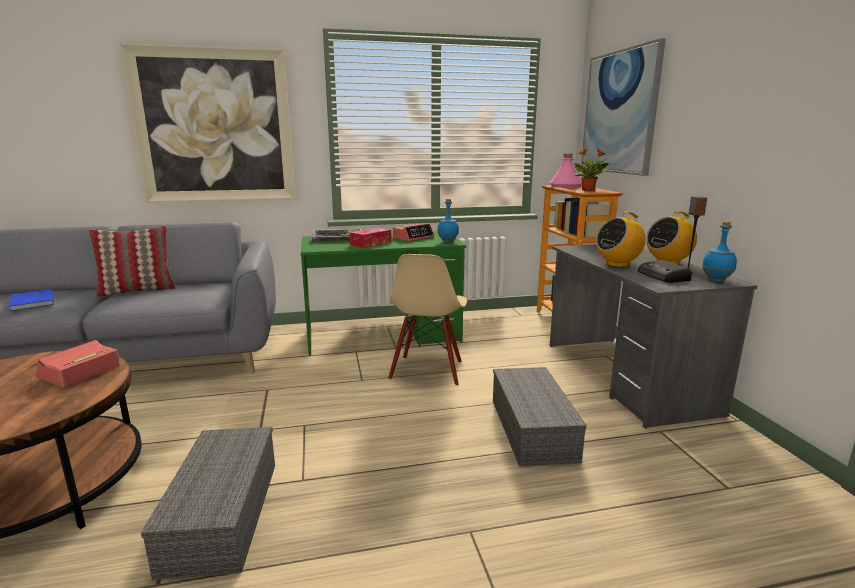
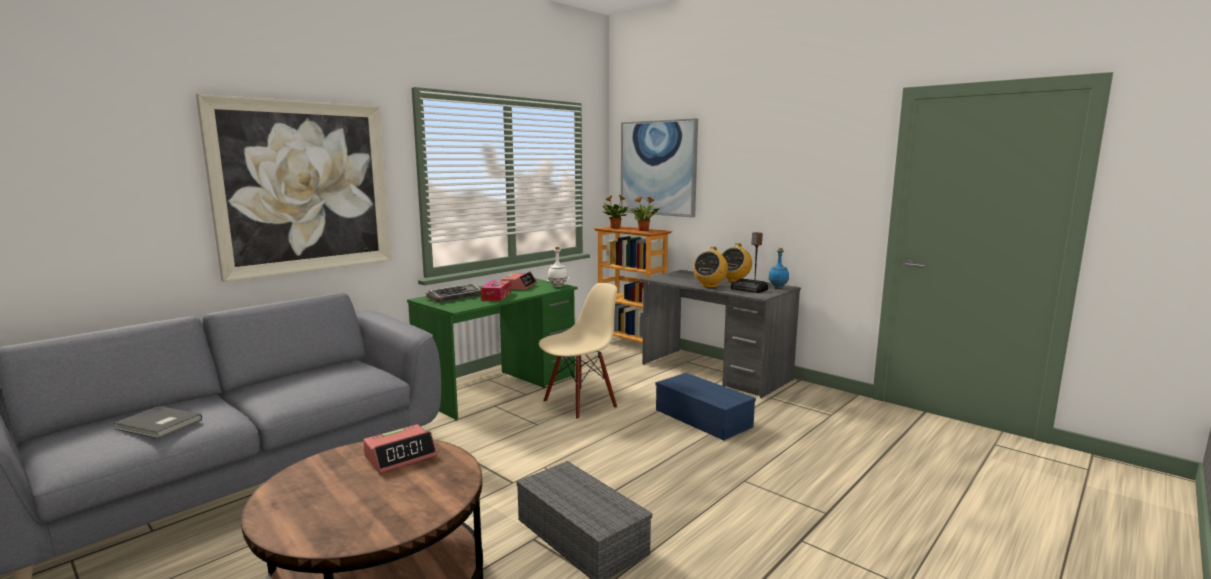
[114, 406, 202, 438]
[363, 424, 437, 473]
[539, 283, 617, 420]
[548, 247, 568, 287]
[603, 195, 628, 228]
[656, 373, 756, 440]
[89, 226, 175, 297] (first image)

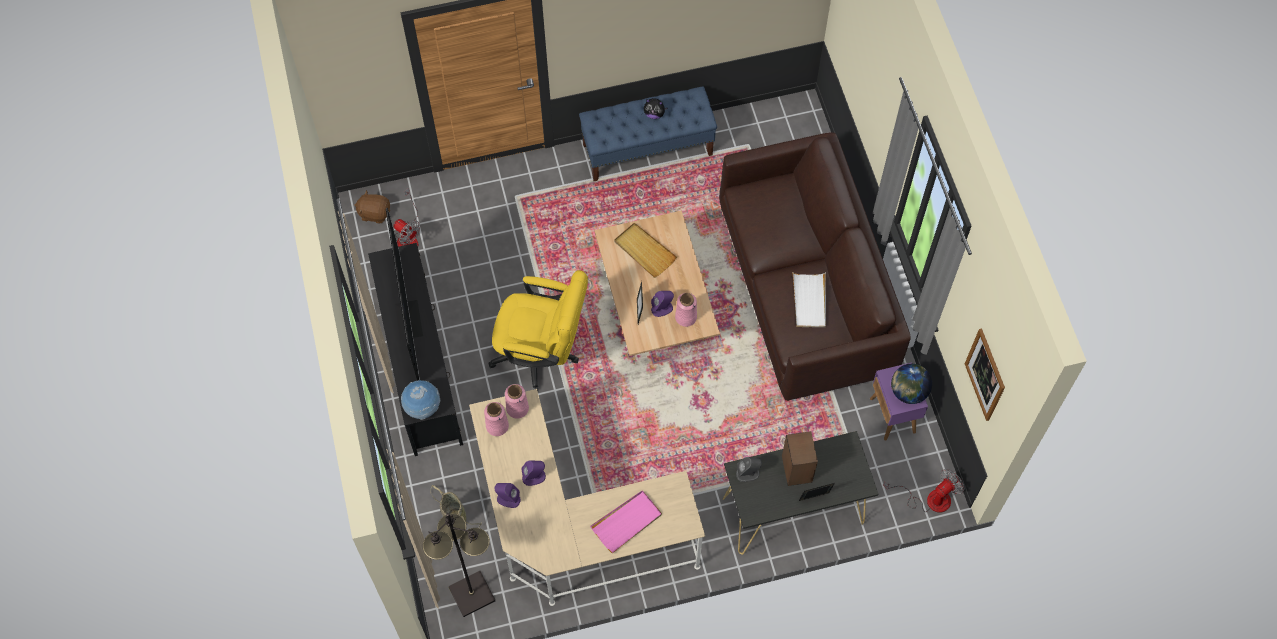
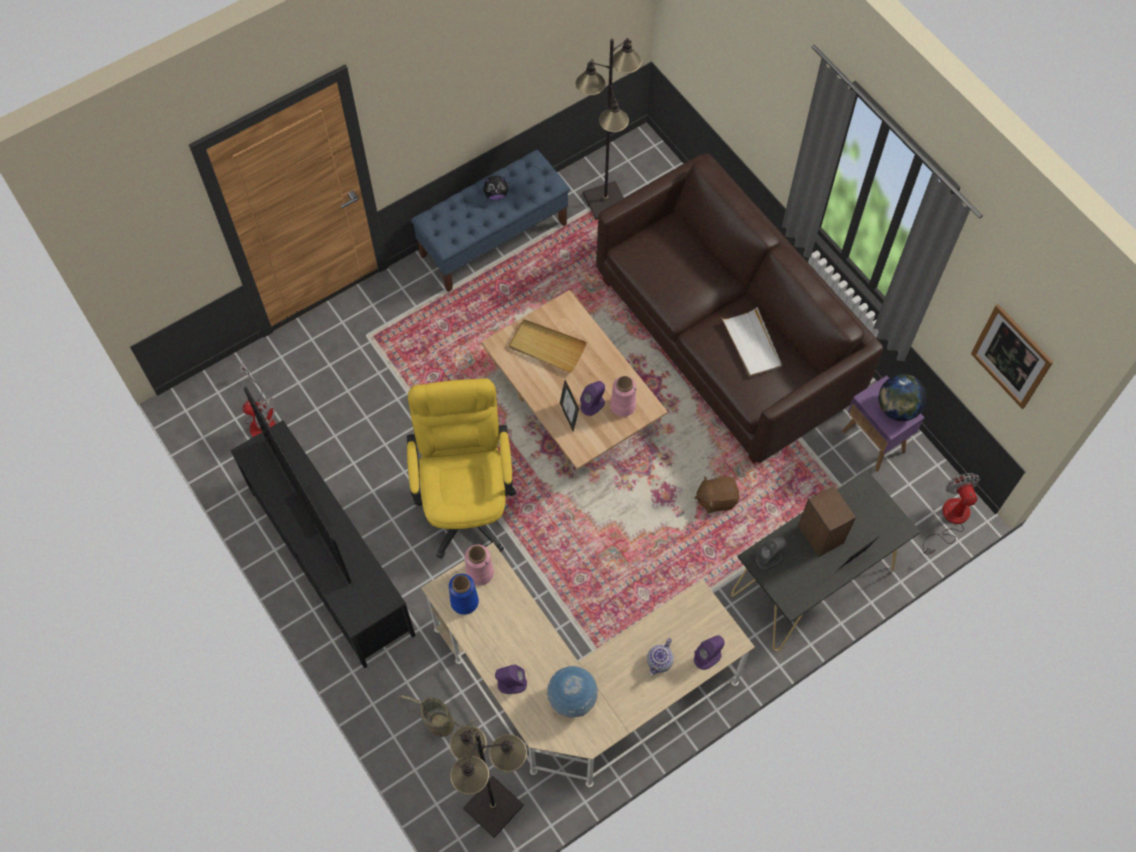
[407, 378, 516, 559]
[449, 574, 479, 615]
[546, 666, 598, 718]
[575, 38, 642, 220]
[647, 638, 674, 676]
[694, 476, 739, 513]
[694, 635, 725, 670]
[923, 473, 980, 555]

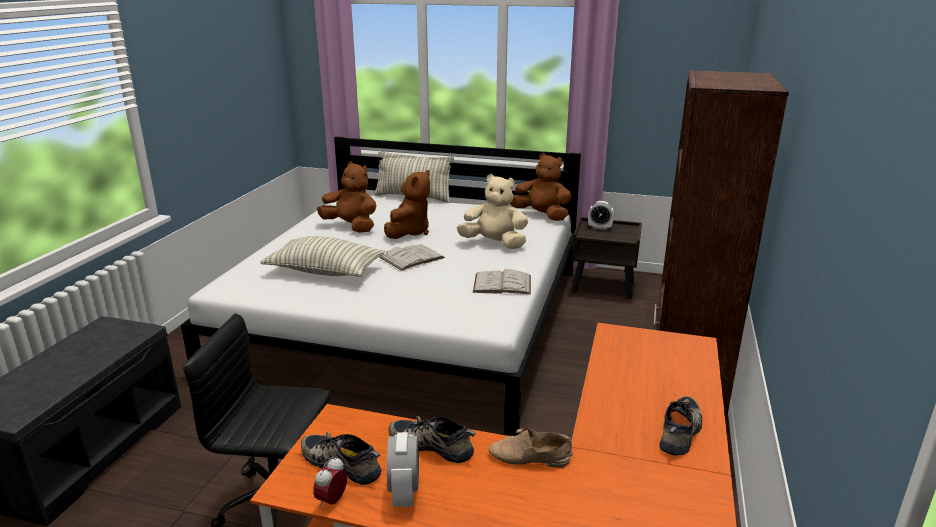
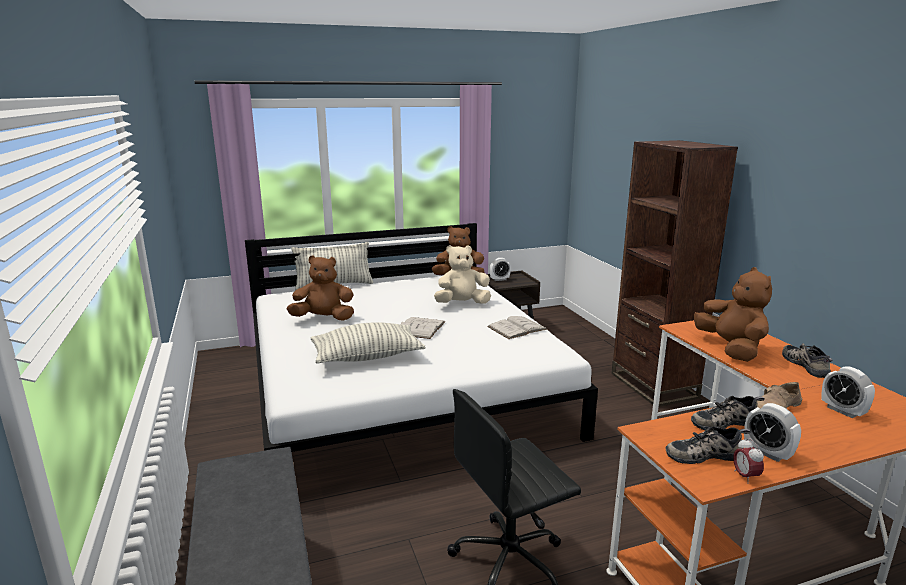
[694, 267, 772, 362]
[821, 367, 875, 418]

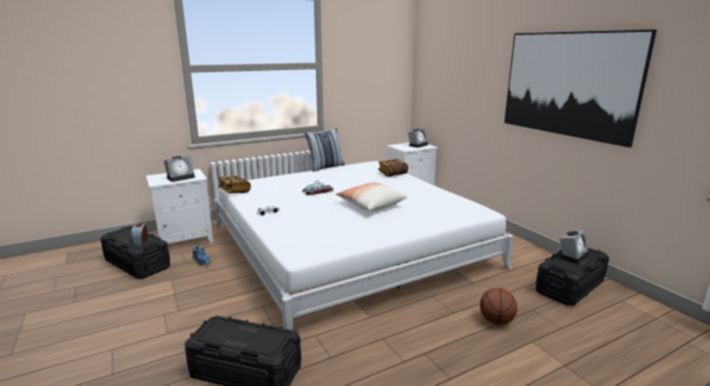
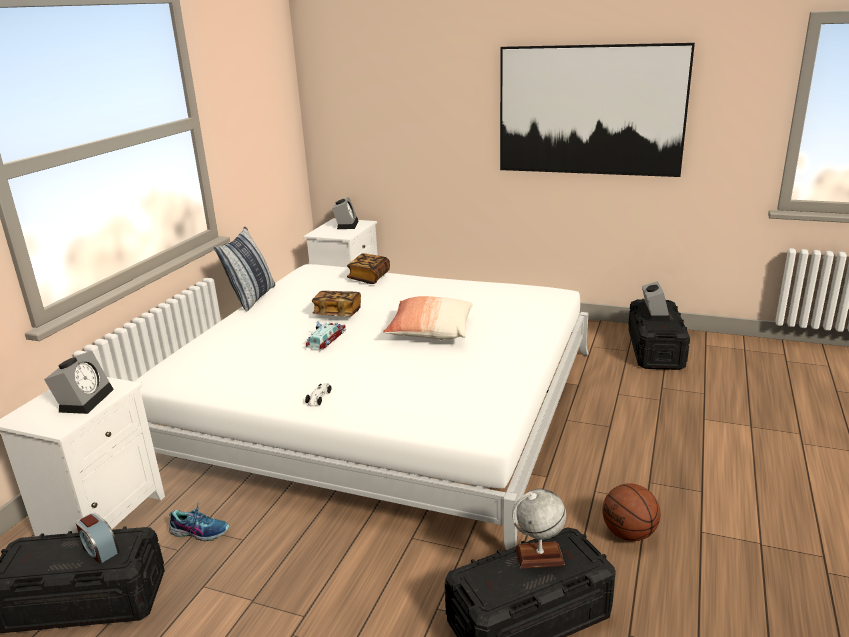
[312, 291, 361, 317]
[512, 489, 566, 569]
[602, 483, 661, 541]

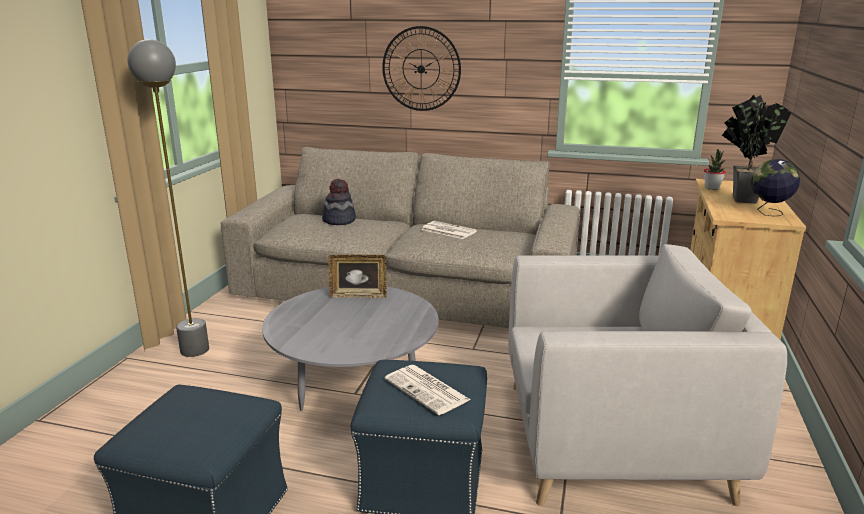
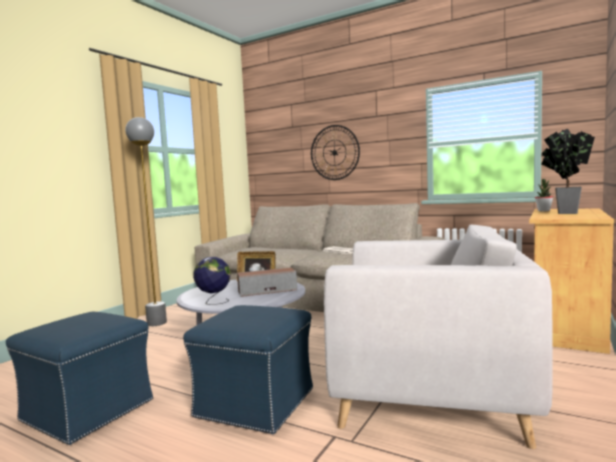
[193, 257, 231, 305]
[237, 267, 297, 297]
[322, 179, 356, 225] (first image)
[385, 365, 471, 415] (first image)

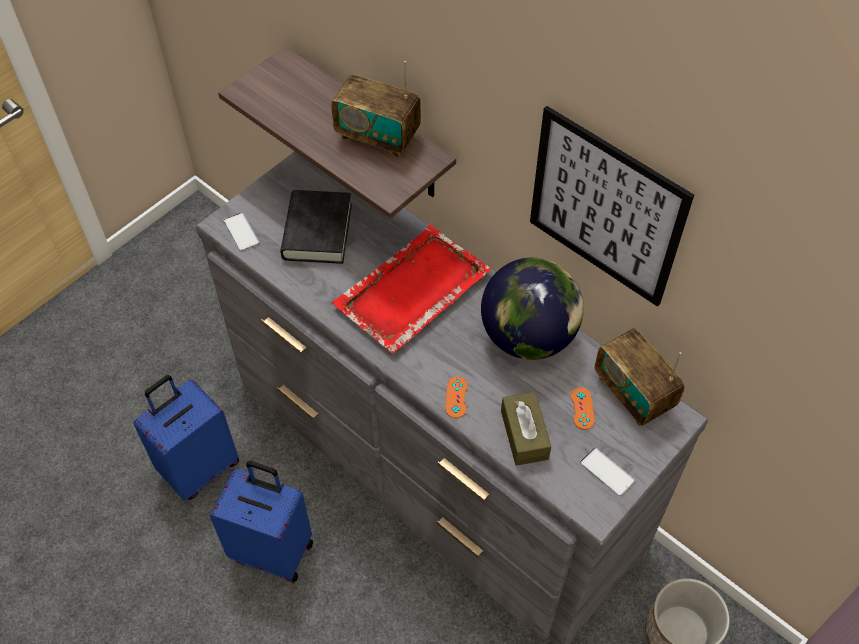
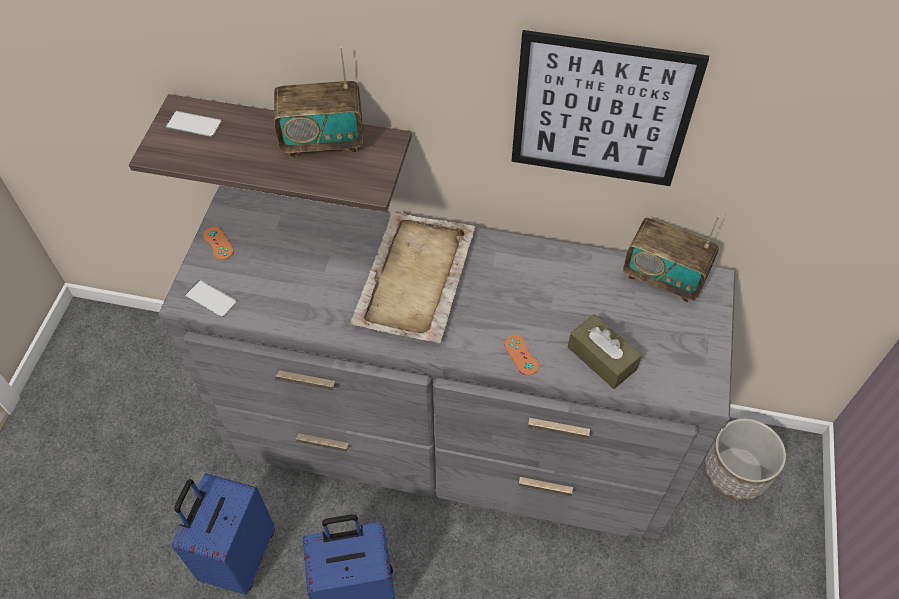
[165, 111, 222, 137]
[203, 227, 234, 260]
[350, 211, 475, 343]
[280, 190, 352, 264] (first image)
[481, 257, 584, 360] (first image)

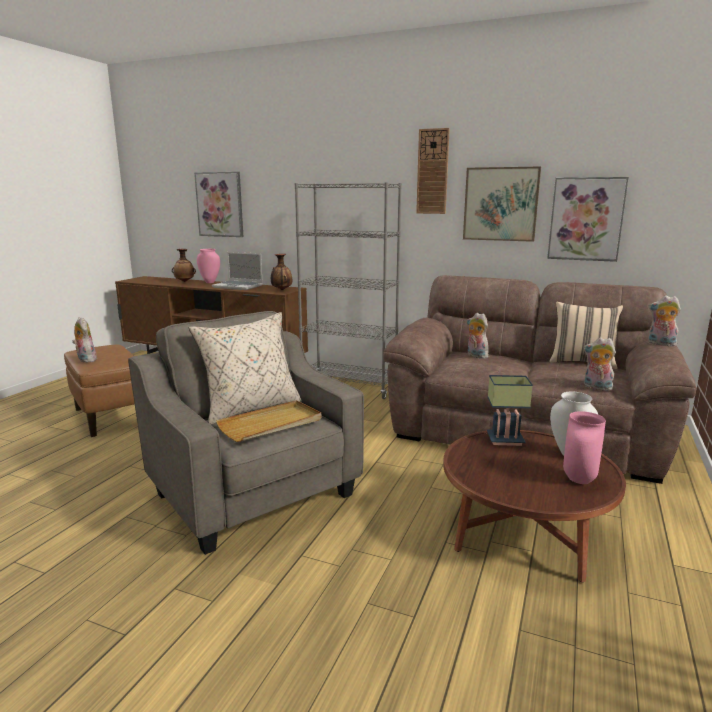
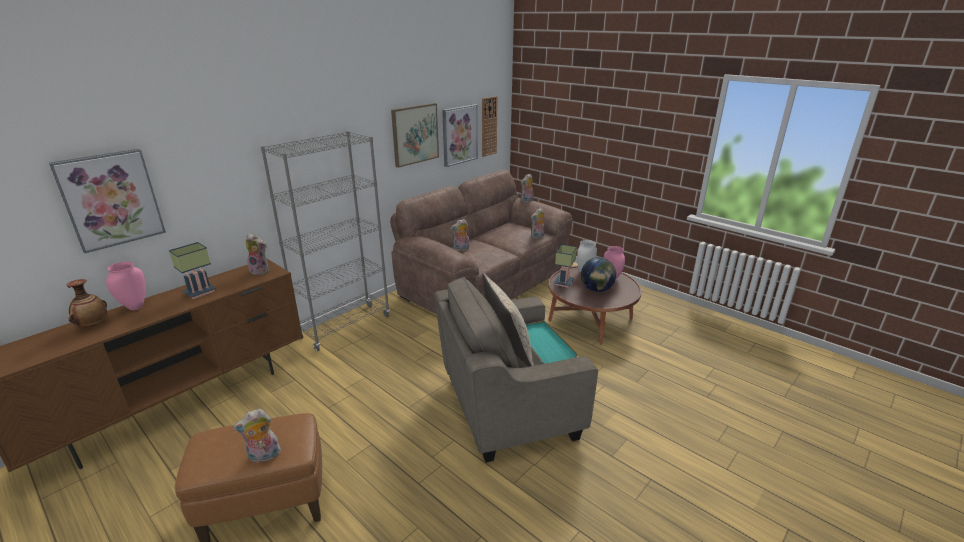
[169, 242, 216, 299]
[246, 234, 269, 275]
[482, 96, 498, 157]
[526, 320, 578, 364]
[581, 257, 616, 292]
[549, 302, 623, 369] (first image)

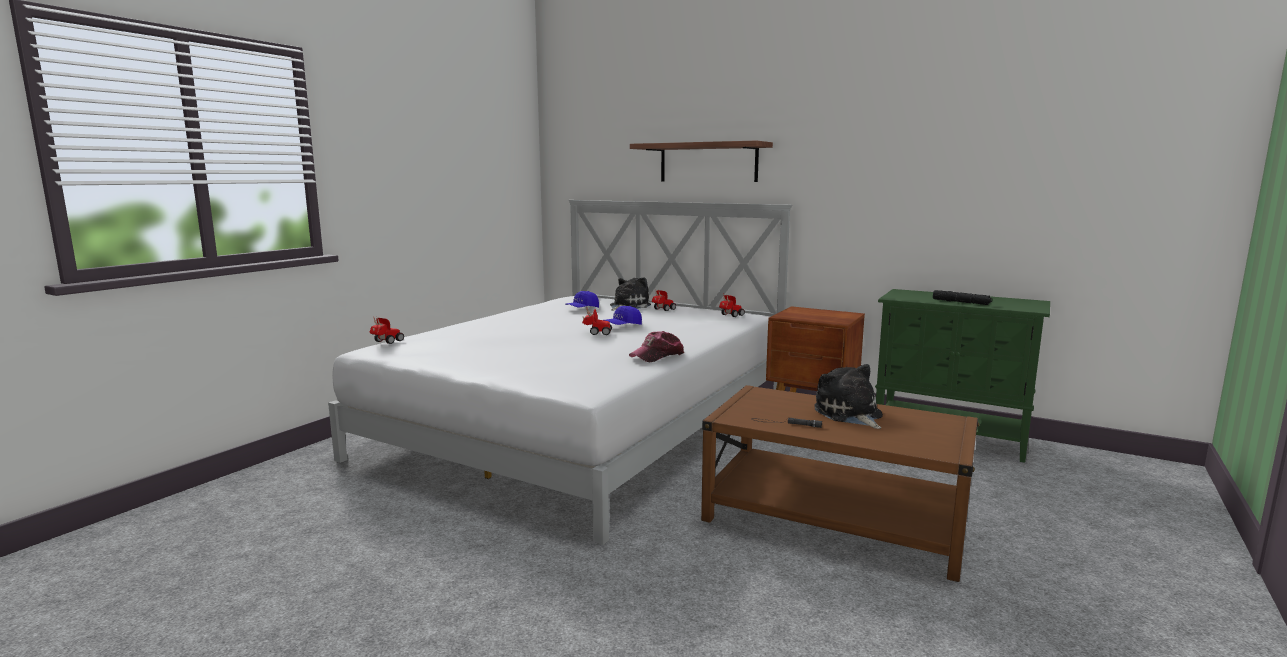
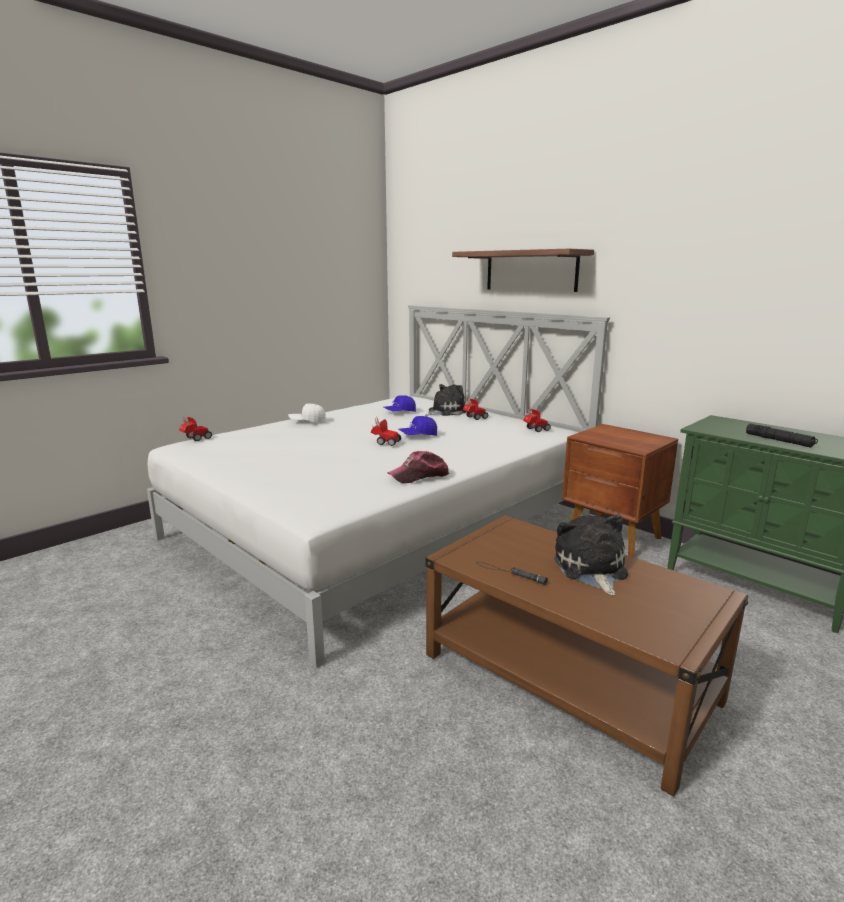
[288, 403, 326, 423]

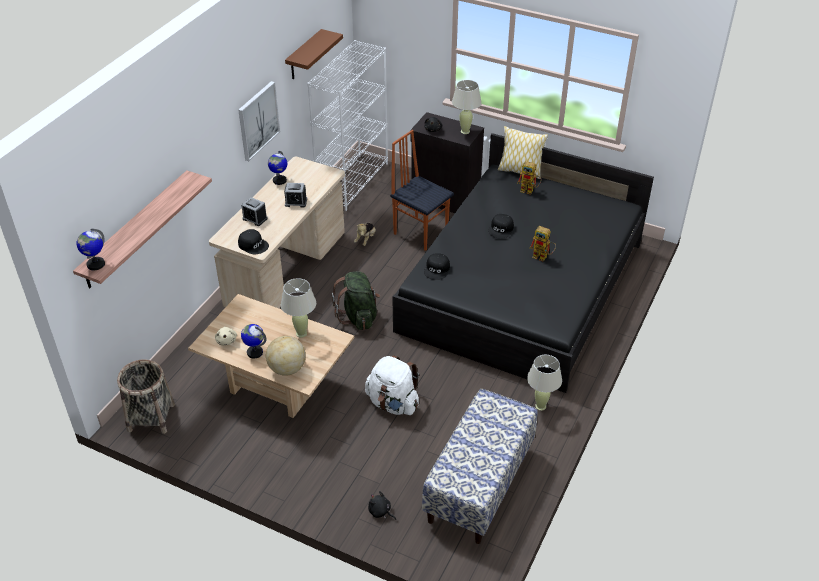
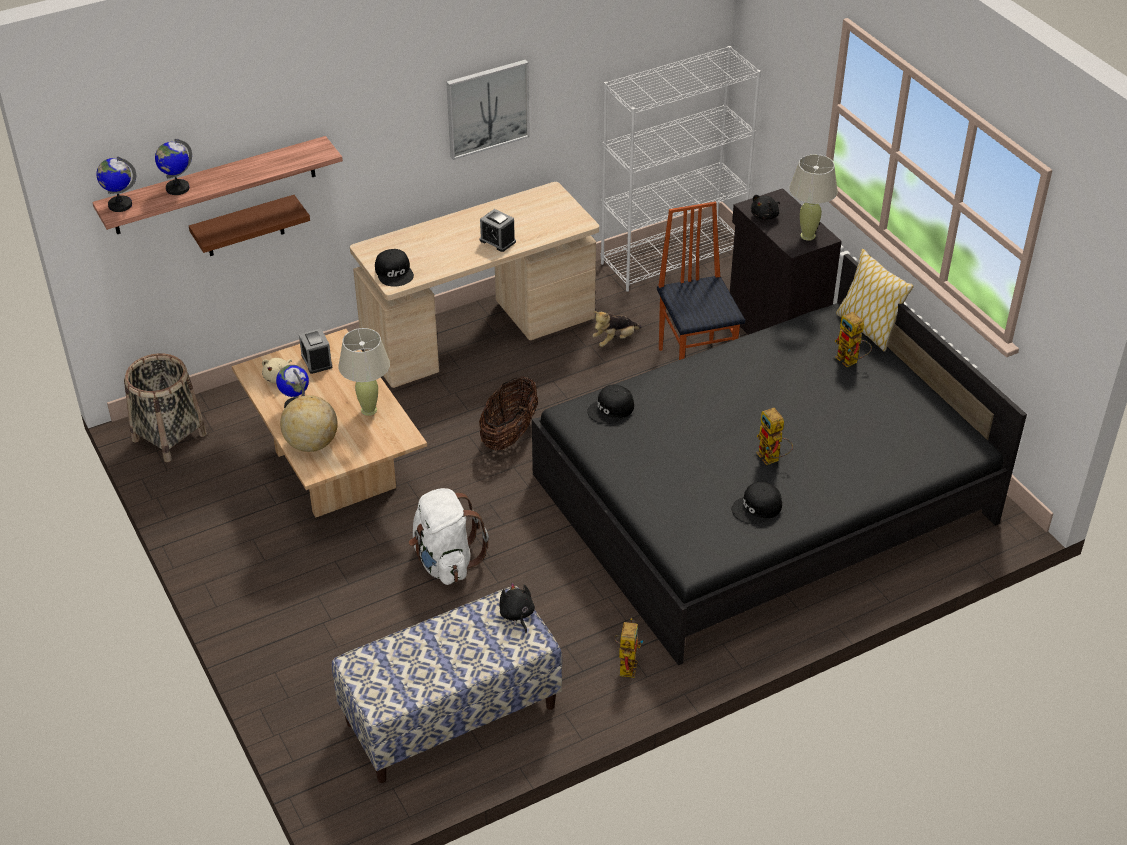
[155, 139, 192, 195]
[189, 195, 310, 256]
[299, 328, 332, 374]
[479, 377, 538, 450]
[499, 583, 535, 634]
[614, 618, 643, 678]
[732, 482, 782, 524]

